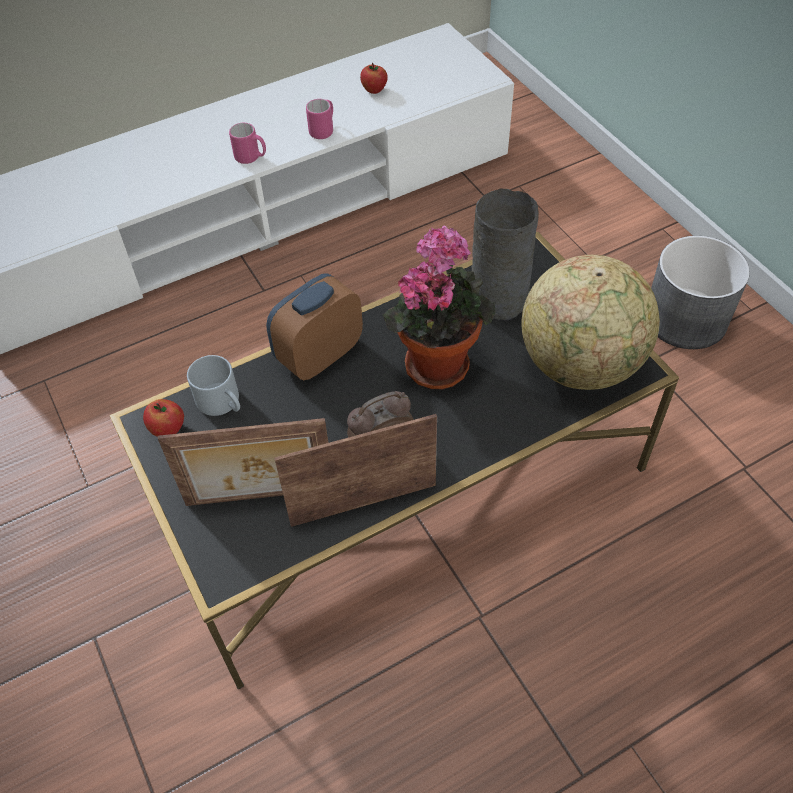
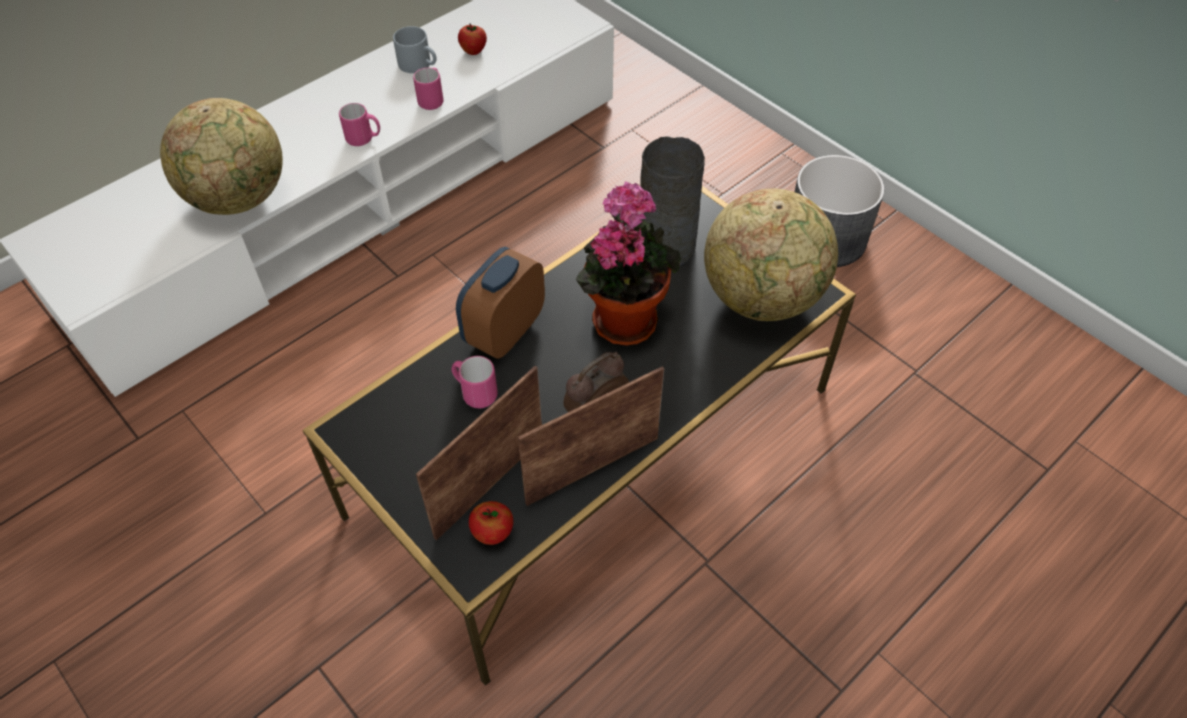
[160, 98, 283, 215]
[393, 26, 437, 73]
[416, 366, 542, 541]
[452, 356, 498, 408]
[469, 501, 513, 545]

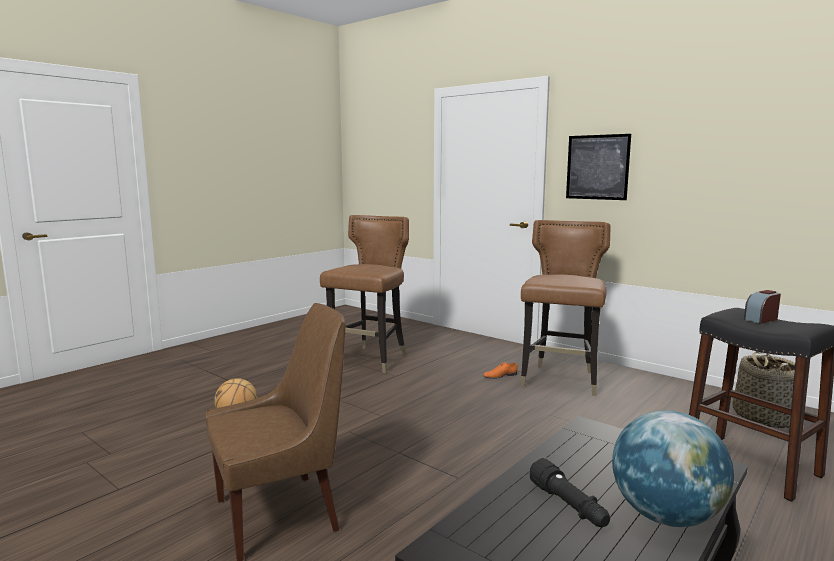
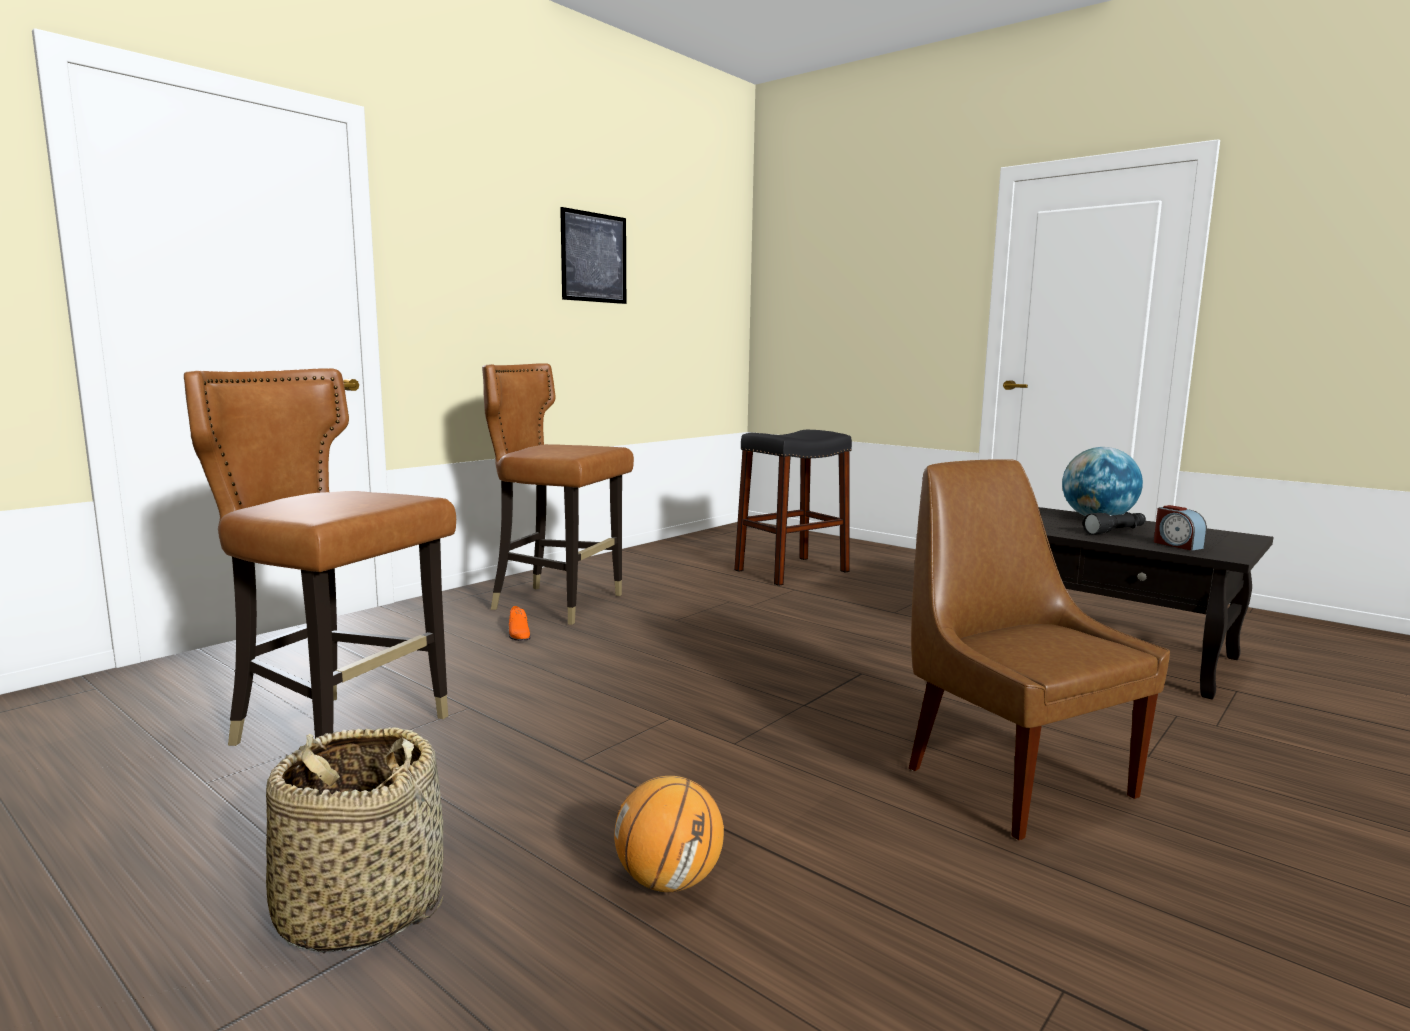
[266, 727, 444, 954]
[560, 207, 626, 304]
[1154, 505, 1207, 551]

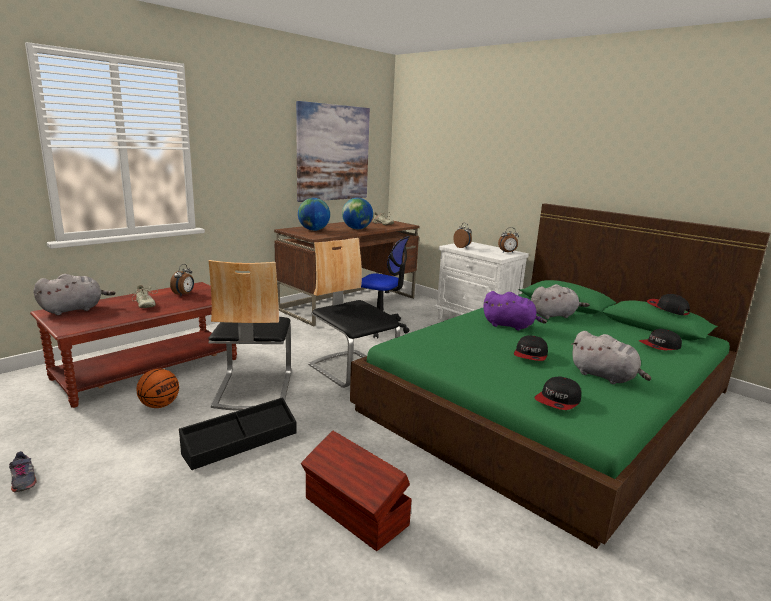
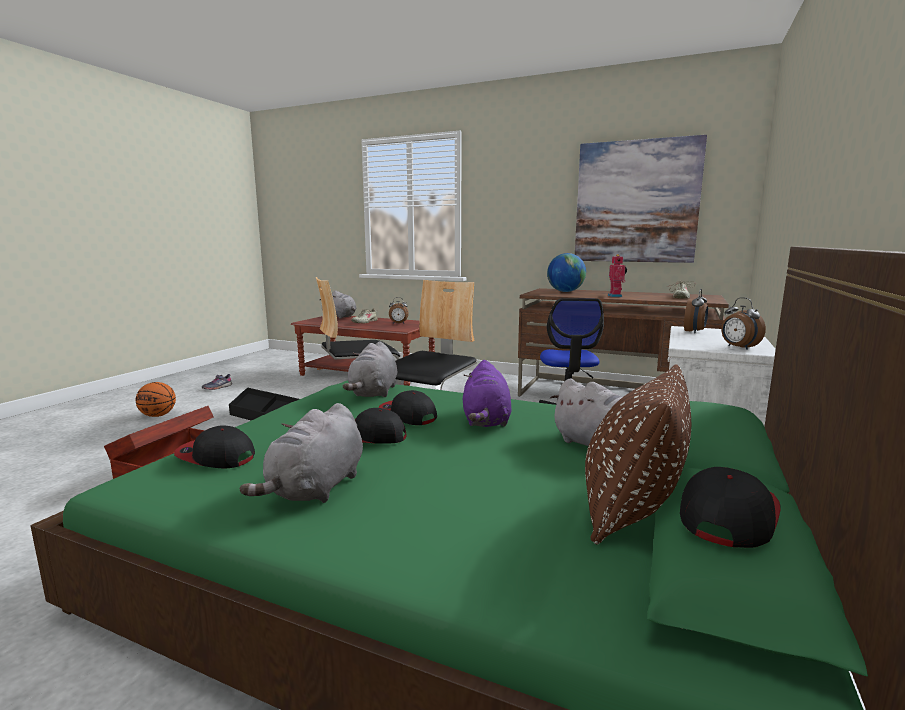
[135, 382, 176, 417]
[343, 342, 397, 397]
[379, 390, 437, 425]
[585, 364, 691, 545]
[608, 254, 627, 297]

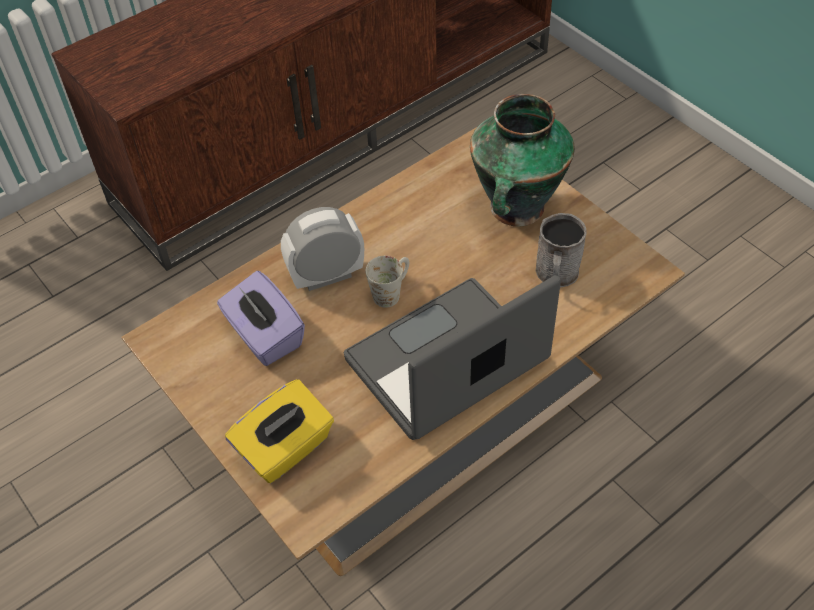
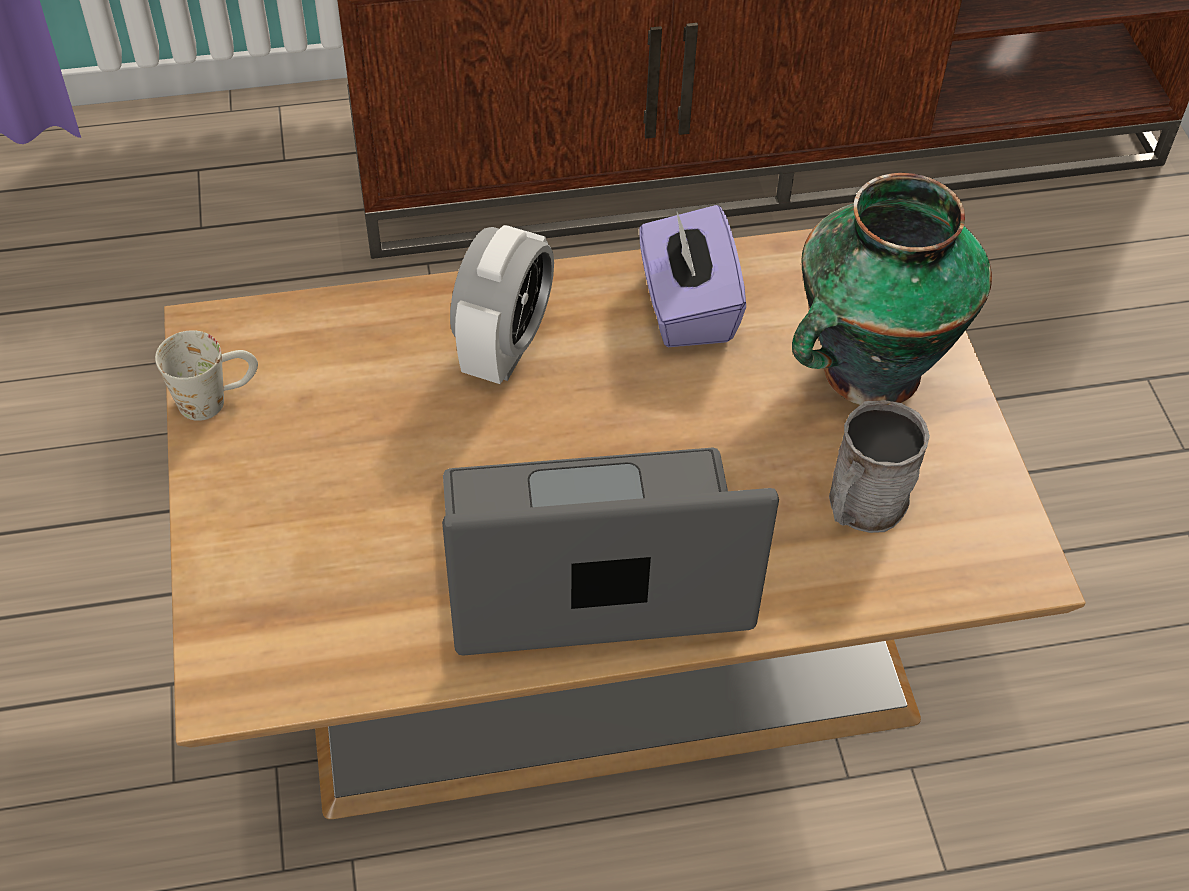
[155, 330, 258, 421]
[450, 225, 554, 384]
[639, 205, 746, 347]
[225, 379, 334, 483] (first image)

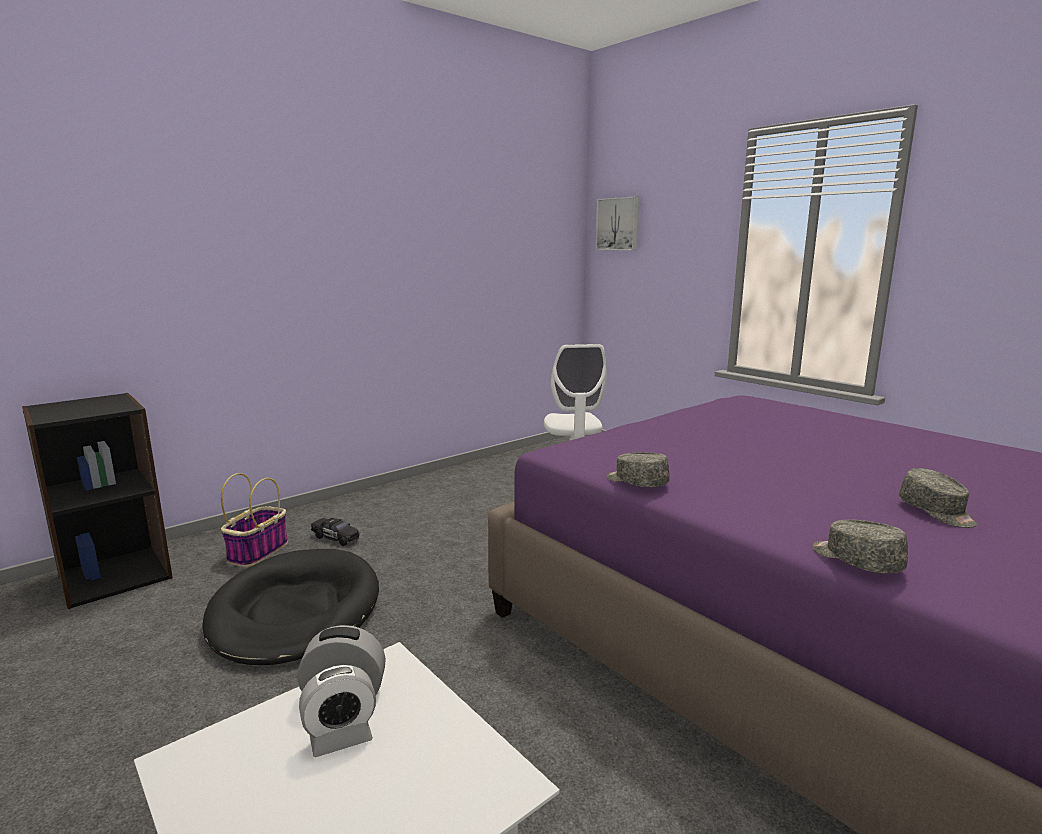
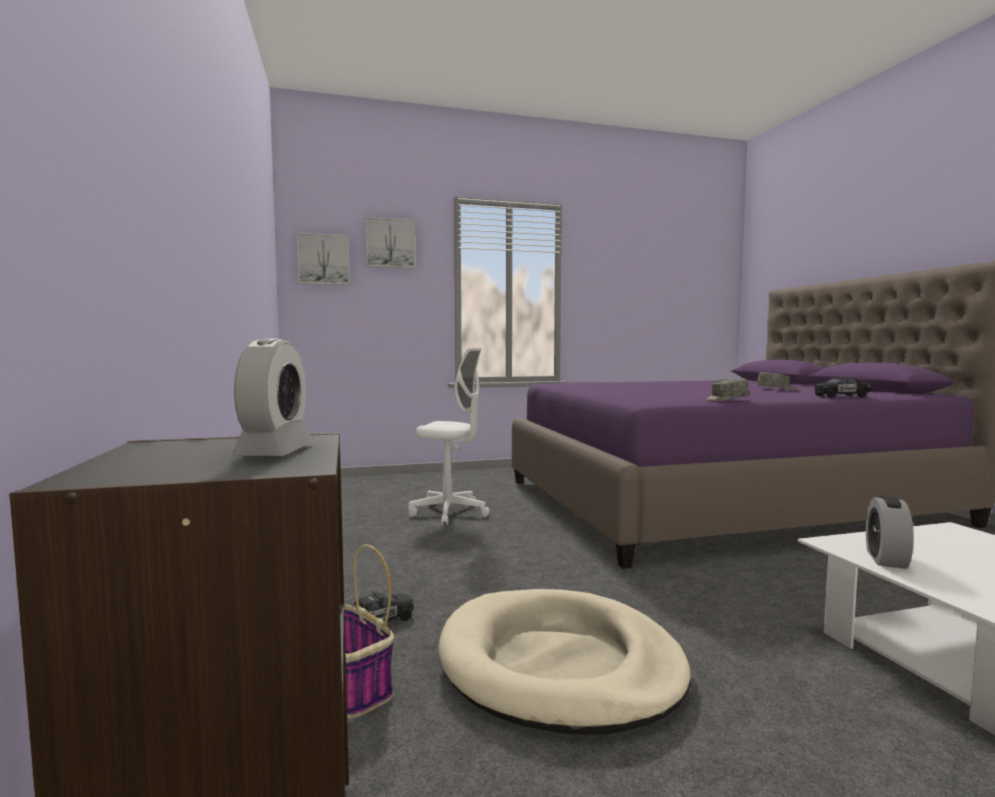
[232, 338, 313, 456]
[366, 217, 415, 269]
[438, 589, 691, 735]
[814, 377, 873, 398]

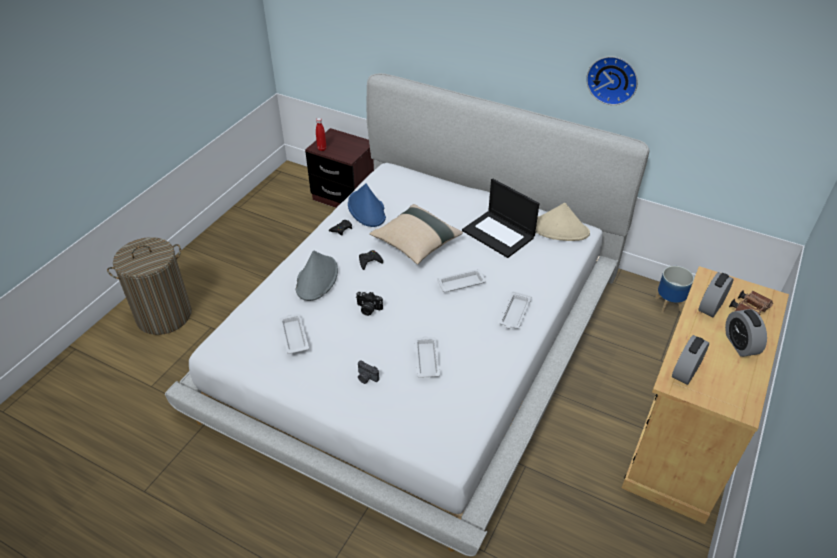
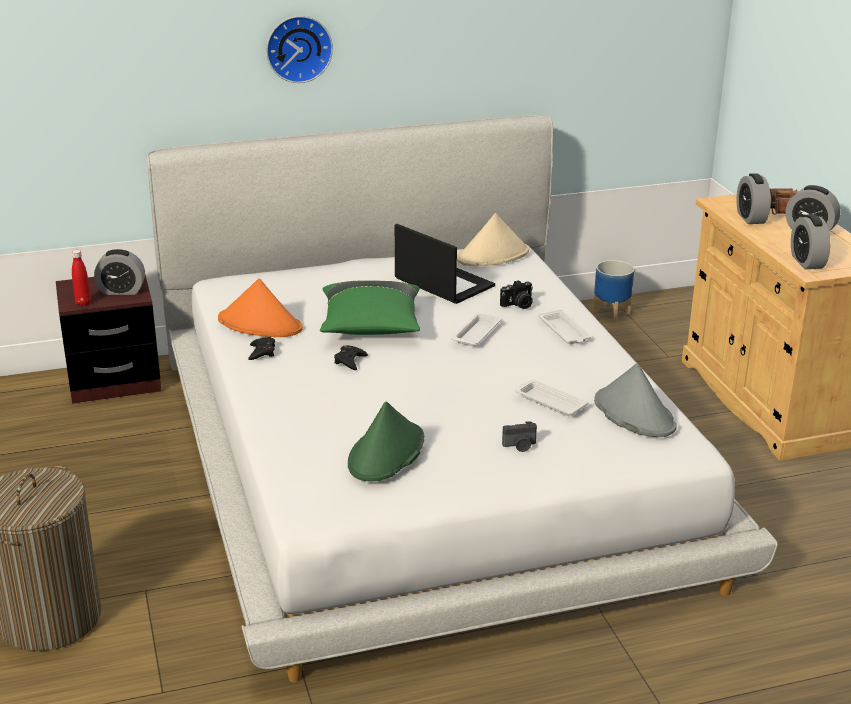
[94, 249, 145, 295]
[218, 278, 303, 337]
[266, 16, 333, 83]
[320, 280, 420, 335]
[348, 401, 425, 482]
[395, 224, 495, 304]
[500, 280, 533, 309]
[594, 363, 677, 437]

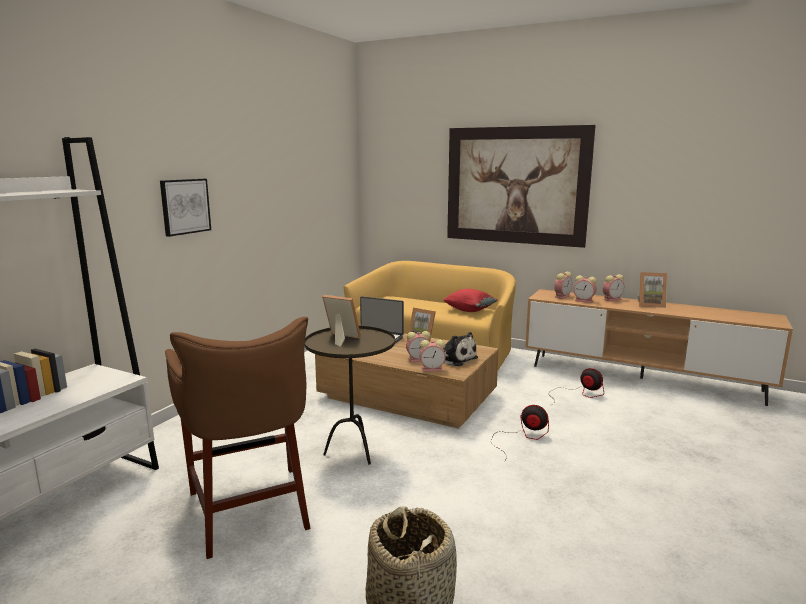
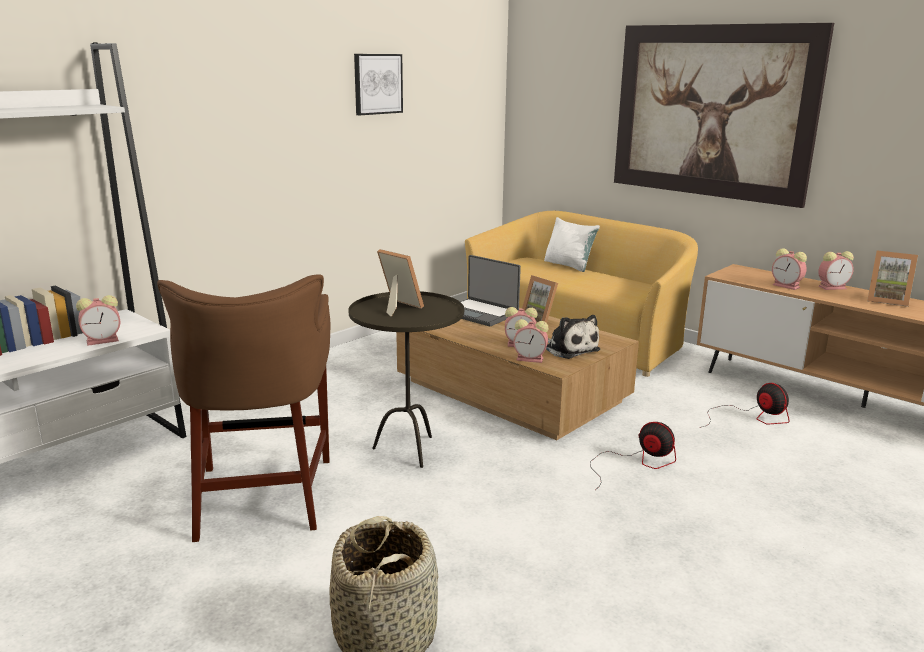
[76, 295, 120, 346]
[354, 54, 403, 115]
[544, 217, 600, 272]
[443, 289, 498, 312] (first image)

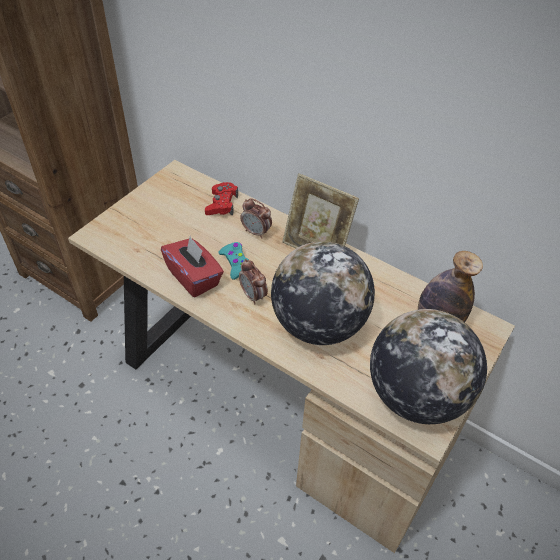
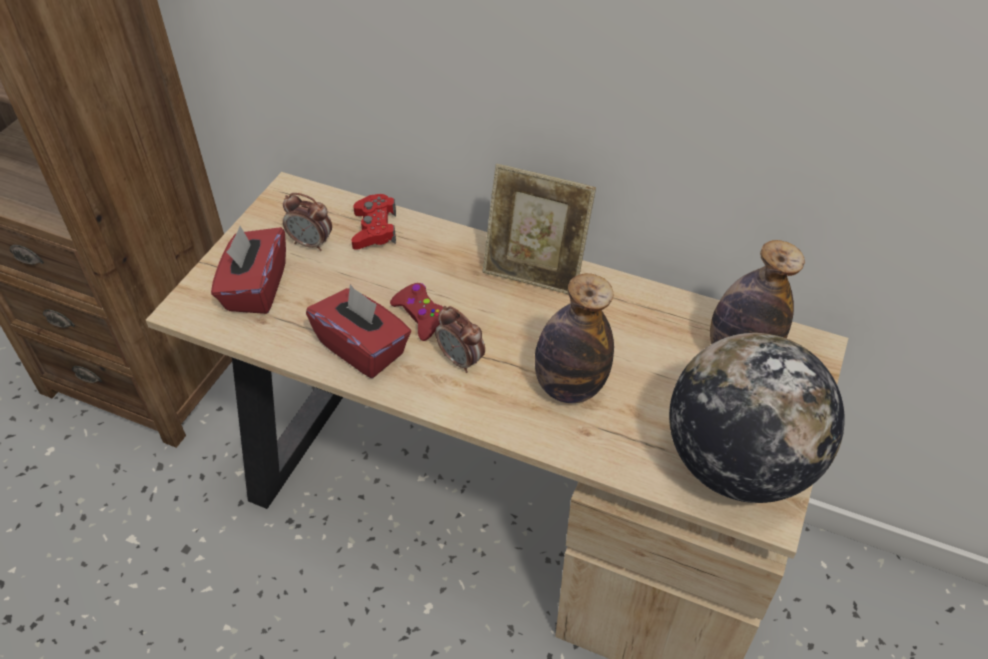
[211, 226, 286, 314]
[283, 193, 332, 251]
[390, 283, 443, 341]
[535, 273, 614, 403]

